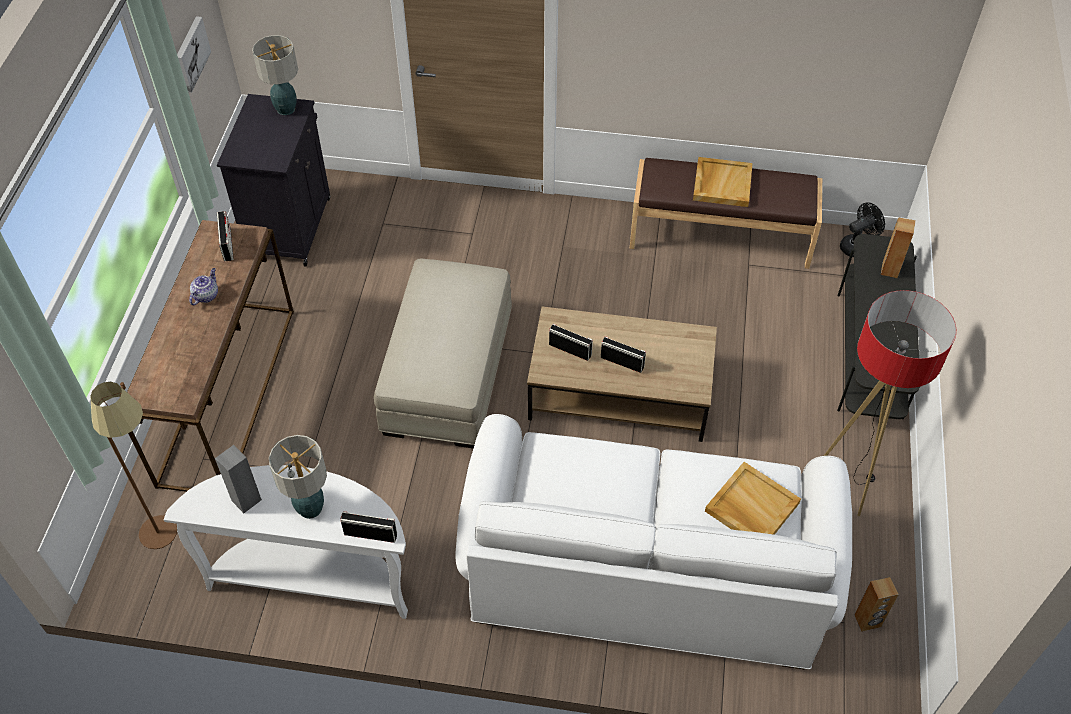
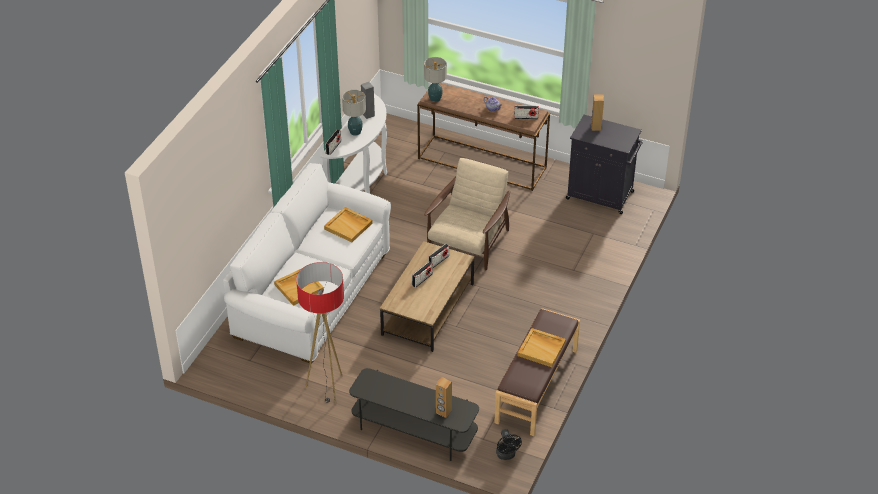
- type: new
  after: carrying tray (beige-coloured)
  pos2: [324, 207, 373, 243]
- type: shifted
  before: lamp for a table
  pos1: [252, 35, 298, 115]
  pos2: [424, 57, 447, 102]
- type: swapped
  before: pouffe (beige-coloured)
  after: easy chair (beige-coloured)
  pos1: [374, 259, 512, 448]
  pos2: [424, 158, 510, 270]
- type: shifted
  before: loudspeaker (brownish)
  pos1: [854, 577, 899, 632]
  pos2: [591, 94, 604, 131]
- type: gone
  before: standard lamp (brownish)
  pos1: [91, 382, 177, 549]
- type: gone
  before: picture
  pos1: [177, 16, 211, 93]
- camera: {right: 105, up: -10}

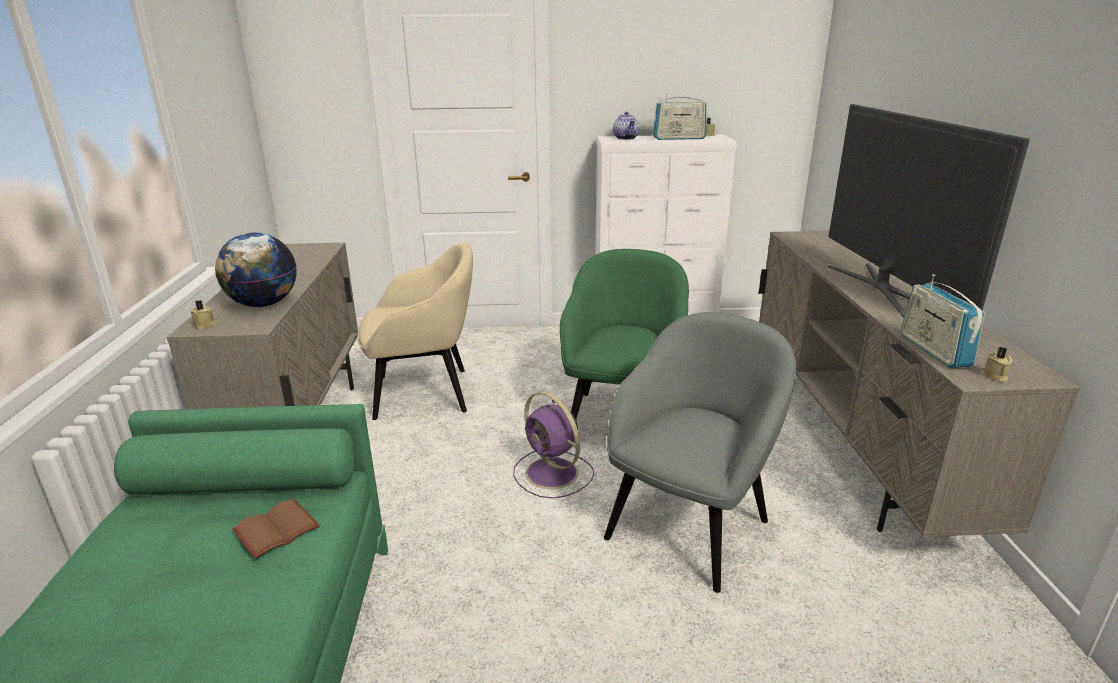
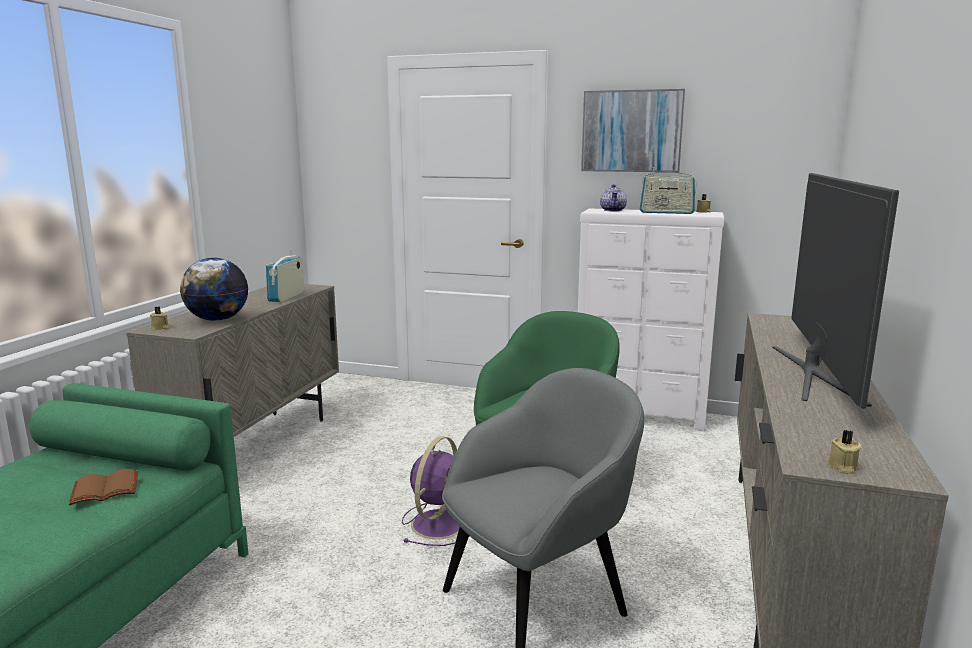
- type: shifted
  before: radio receiver
  pos1: [901, 274, 985, 368]
  pos2: [266, 249, 304, 302]
- type: rotated
  before: electric fan (purple)
  pos1: [513, 392, 594, 499]
  pos2: [402, 436, 470, 546]
  turn: -135
- type: new
  after: picture
  pos2: [581, 89, 685, 172]
- type: gone
  before: easy chair (beige-coloured)
  pos1: [358, 242, 473, 420]
- camera: {right: 20, up: -10}

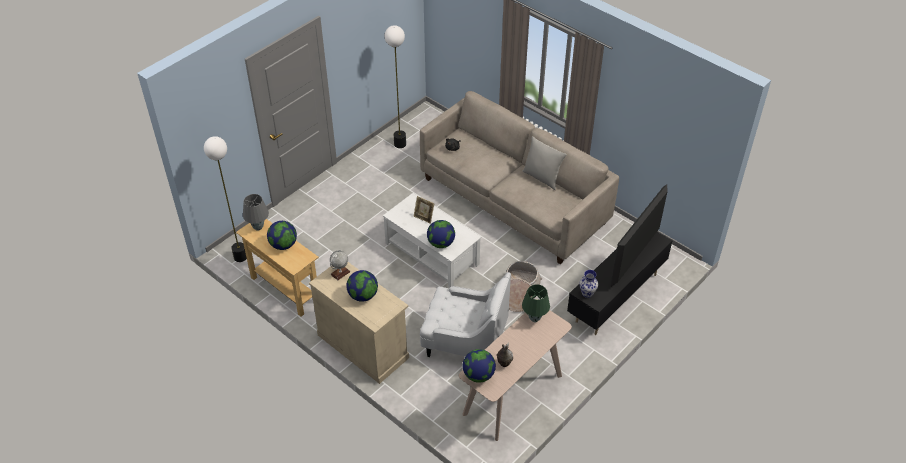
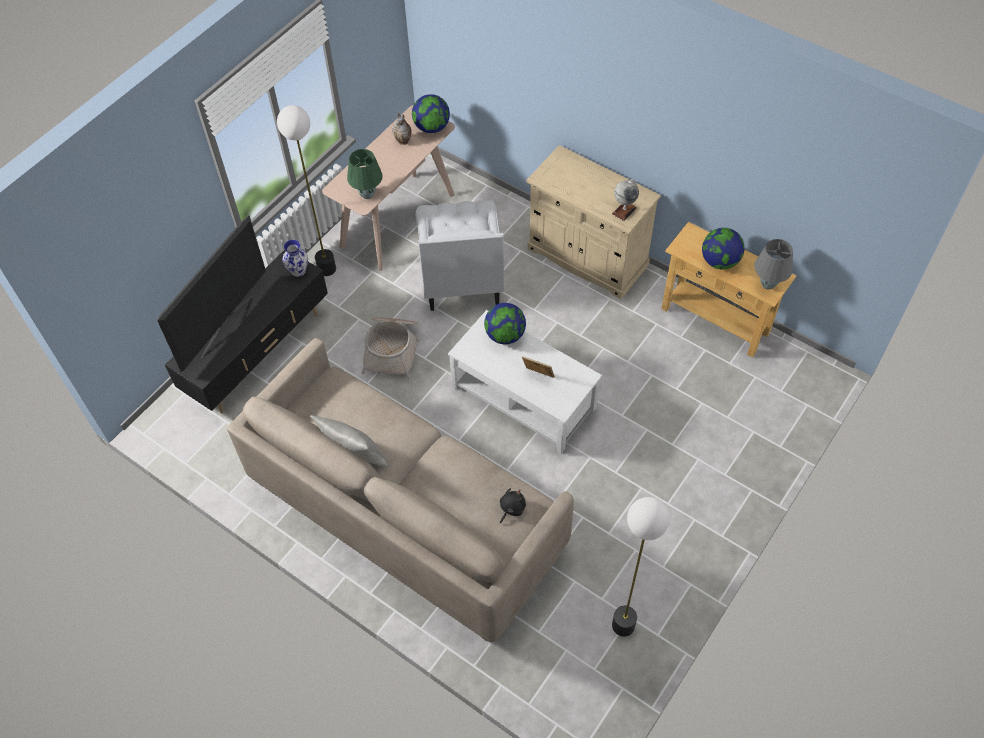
- type: shifted
  before: standard lamp
  pos1: [204, 136, 247, 262]
  pos2: [277, 105, 336, 276]
- type: rotated
  before: easy chair (whitish)
  pos1: [420, 272, 511, 357]
  pos2: [415, 200, 504, 311]
  turn: -105
- type: gone
  before: desk globe
  pos1: [346, 270, 378, 302]
- camera: {right: 175, up: 10}

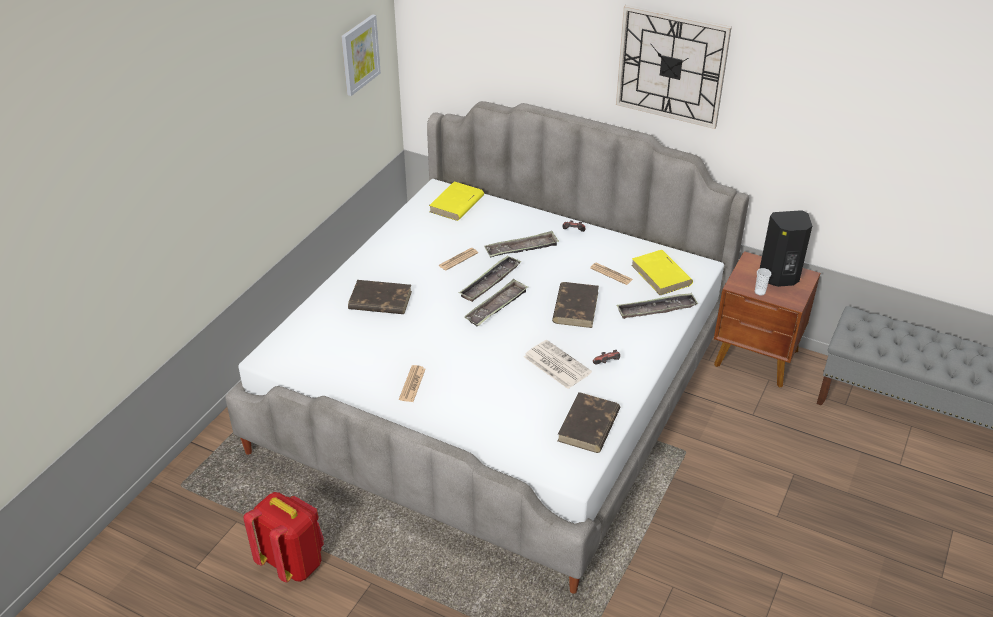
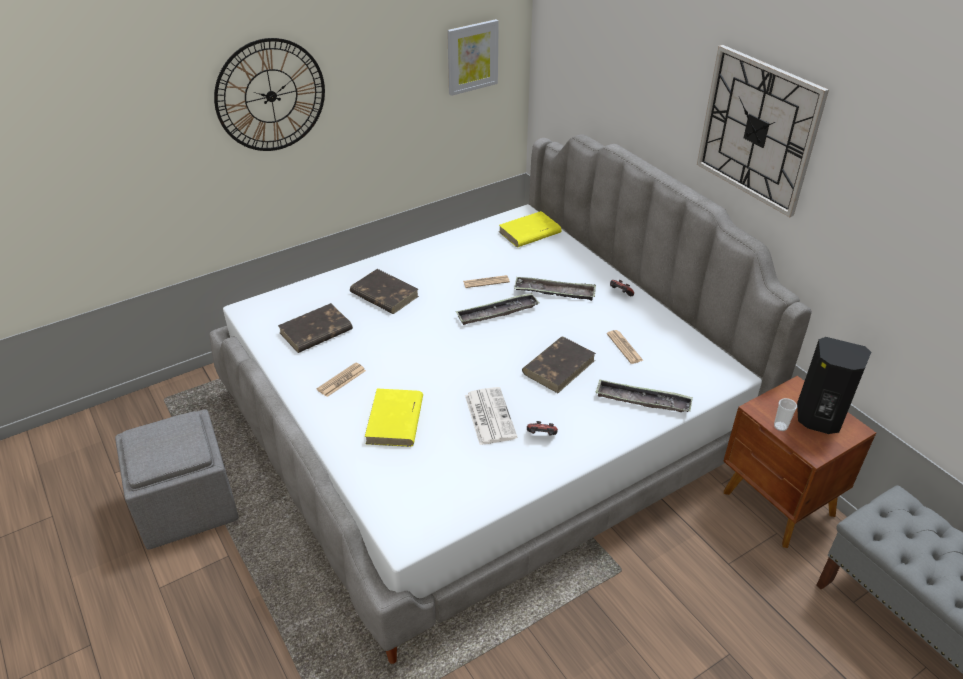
- type: swapped
  before: knapsack (red-coloured)
  after: pouffe (greyish)
  pos1: [243, 492, 324, 582]
  pos2: [115, 409, 239, 550]
- type: new
  after: clock on the wall
  pos2: [214, 38, 325, 151]
- type: shifted
  before: volume (brownish)
  pos1: [558, 392, 620, 453]
  pos2: [278, 303, 353, 353]
- type: shifted
  before: volume (yellowish)
  pos1: [631, 250, 693, 295]
  pos2: [365, 389, 423, 447]
- type: gone
  before: carrying tray
  pos1: [464, 279, 528, 326]
- camera: {right: 30, up: 0}

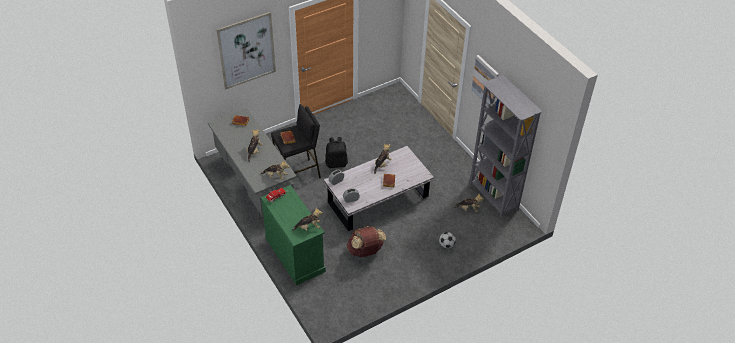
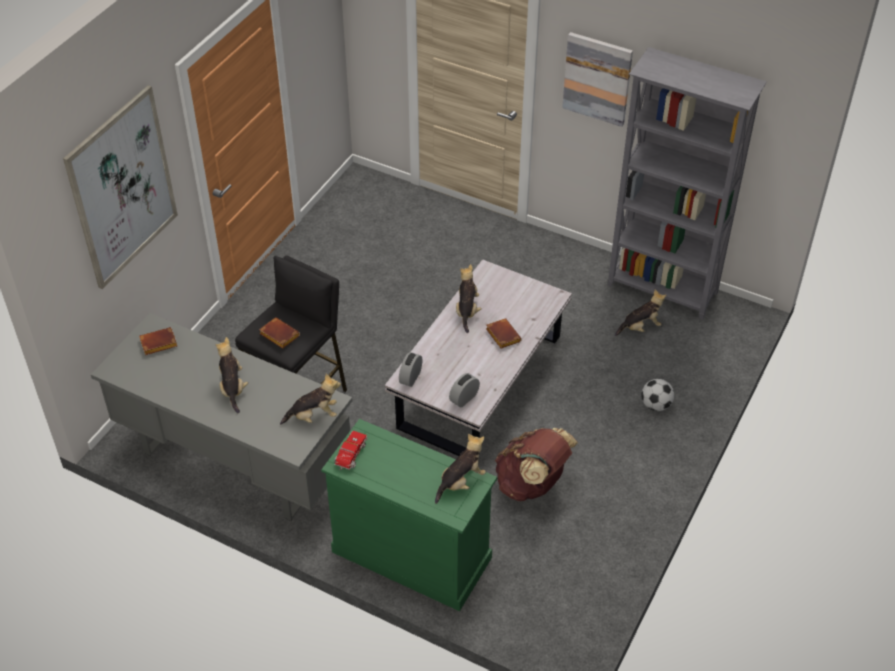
- type: gone
  before: knapsack (black-coloured)
  pos1: [325, 137, 348, 168]
- camera: {right: -30, up: 0}

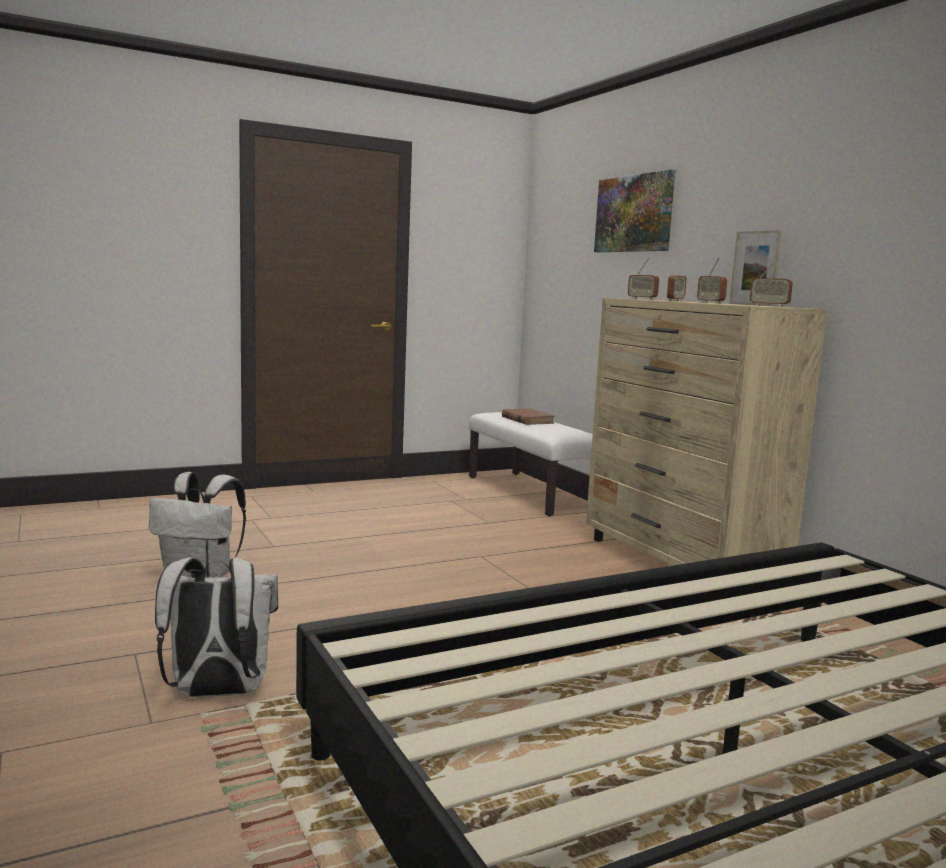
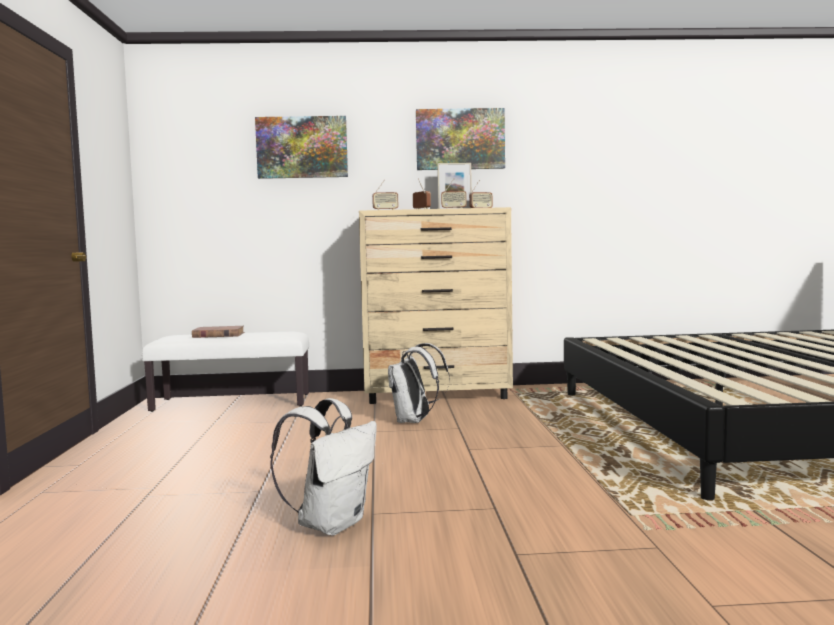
- type: shifted
  before: knapsack (whitish)
  pos1: [155, 557, 278, 697]
  pos2: [388, 343, 450, 423]
- type: new
  after: picture
  pos2: [416, 108, 505, 170]
- camera: {right: -65, up: -5}

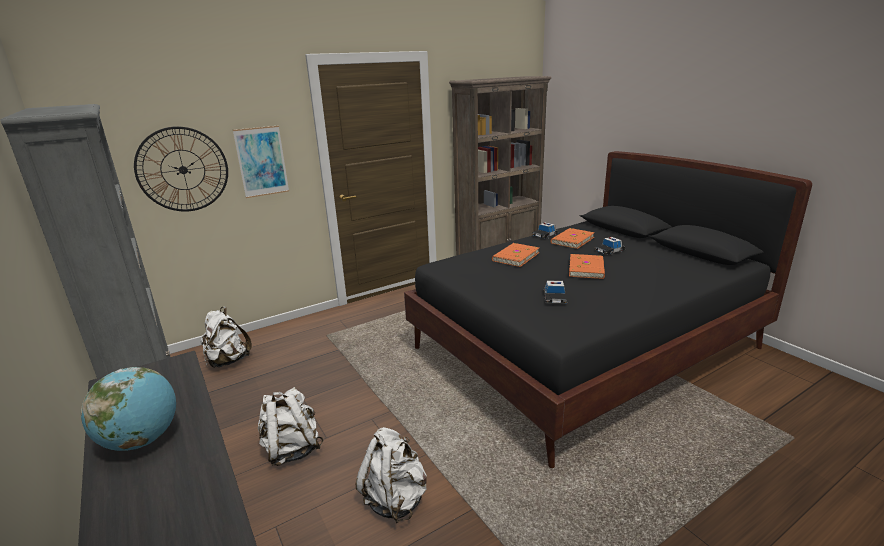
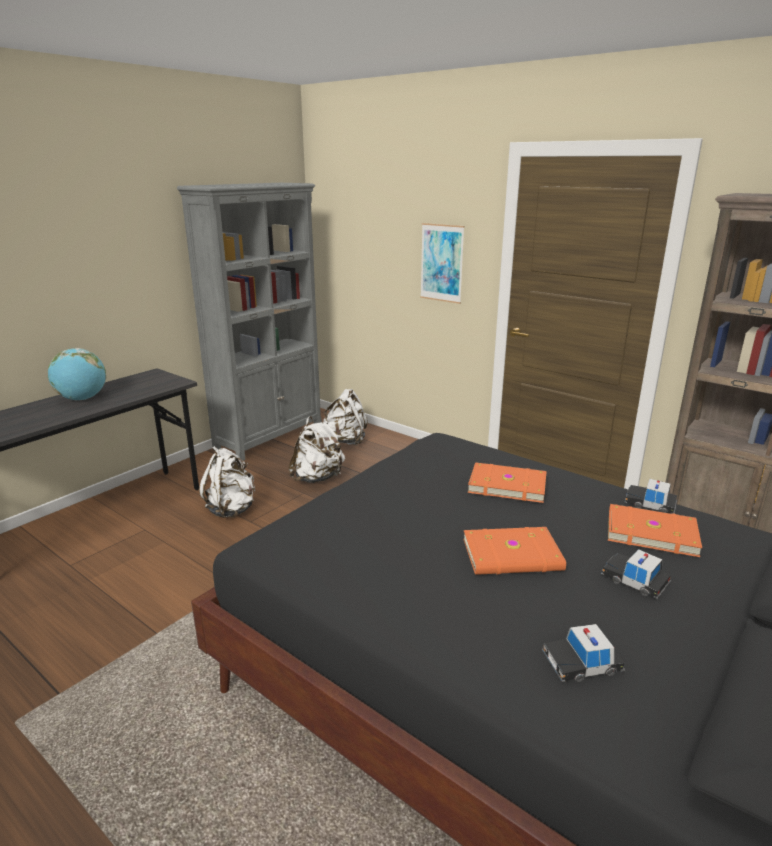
- type: shifted
  before: knapsack (whitish)
  pos1: [356, 427, 427, 523]
  pos2: [288, 416, 345, 483]
- type: shifted
  before: model car
  pos1: [543, 281, 567, 304]
  pos2: [542, 624, 626, 682]
- type: gone
  before: clock on the wall
  pos1: [134, 126, 228, 212]
- camera: {right: 70, up: 0}

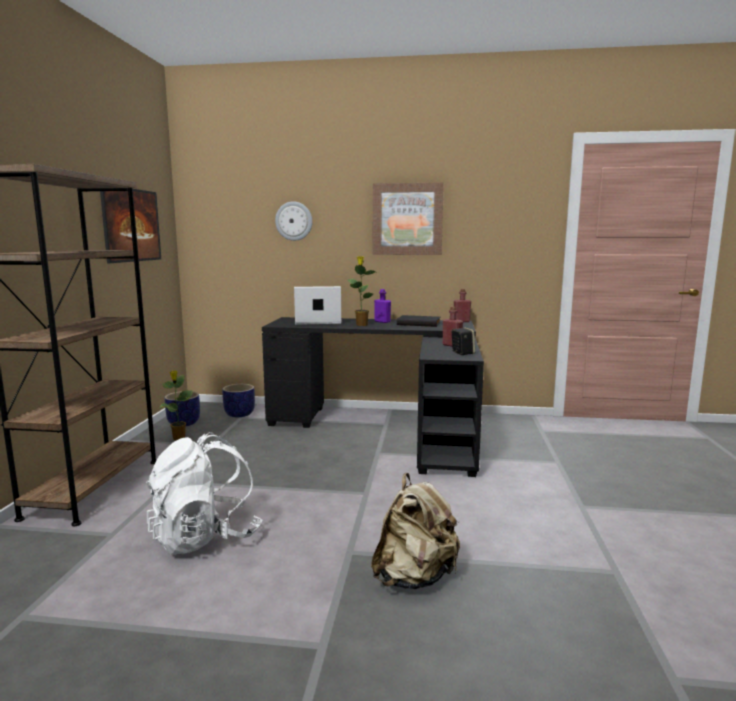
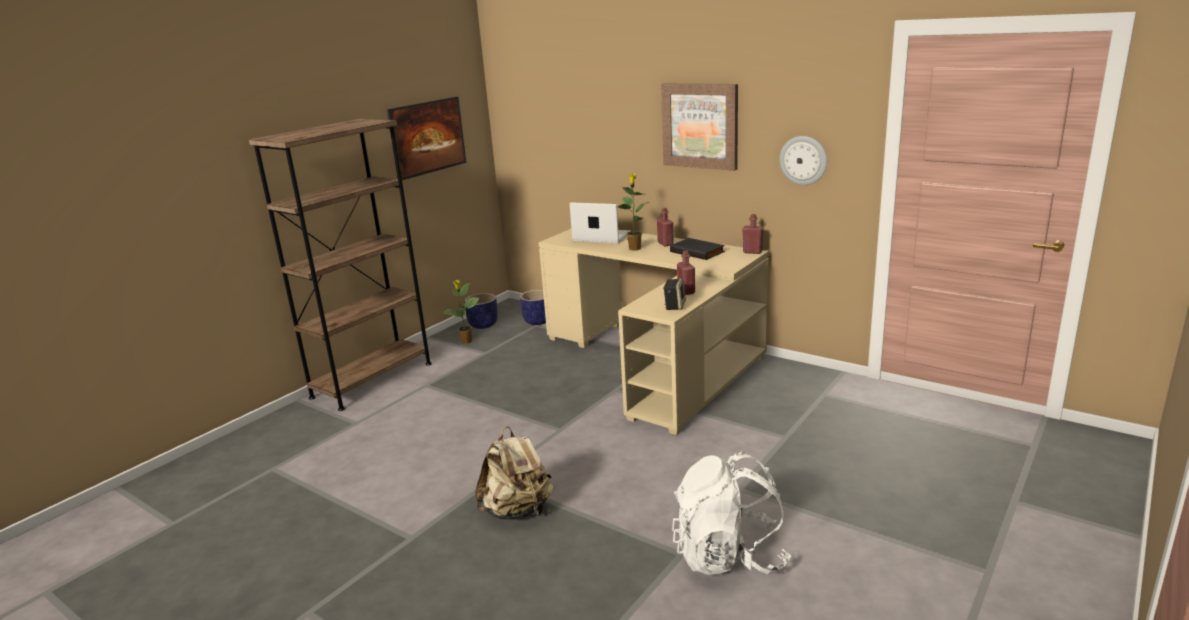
- type: repainted
  before: desk unit (black-coloured)
  after: desk unit (beige-coloured)
  pos1: [262, 317, 484, 477]
  pos2: [538, 229, 769, 435]
- type: repainted
  before: drink bottle (purple)
  after: drink bottle (red-coloured)
  pos1: [374, 289, 391, 323]
  pos2: [657, 208, 674, 246]
- type: shifted
  before: knapsack (whitish)
  pos1: [146, 432, 263, 554]
  pos2: [672, 452, 791, 575]
- type: shifted
  before: clock on the wall
  pos1: [275, 201, 312, 241]
  pos2: [779, 136, 827, 185]
- camera: {right: 30, up: 10}

